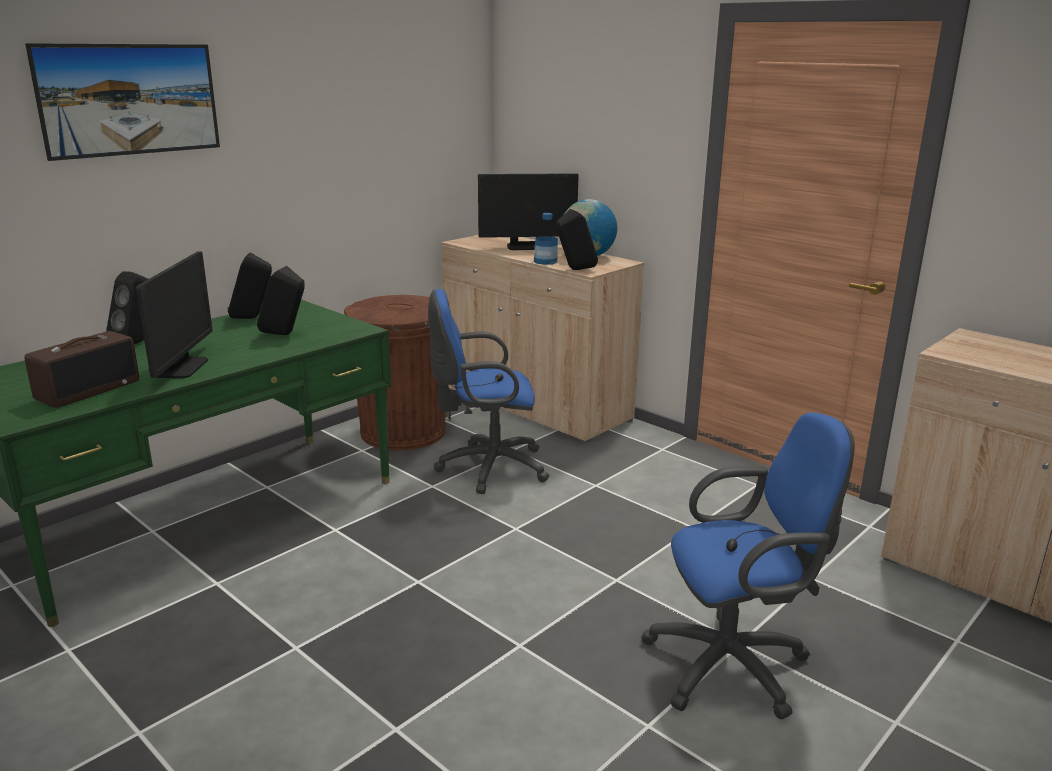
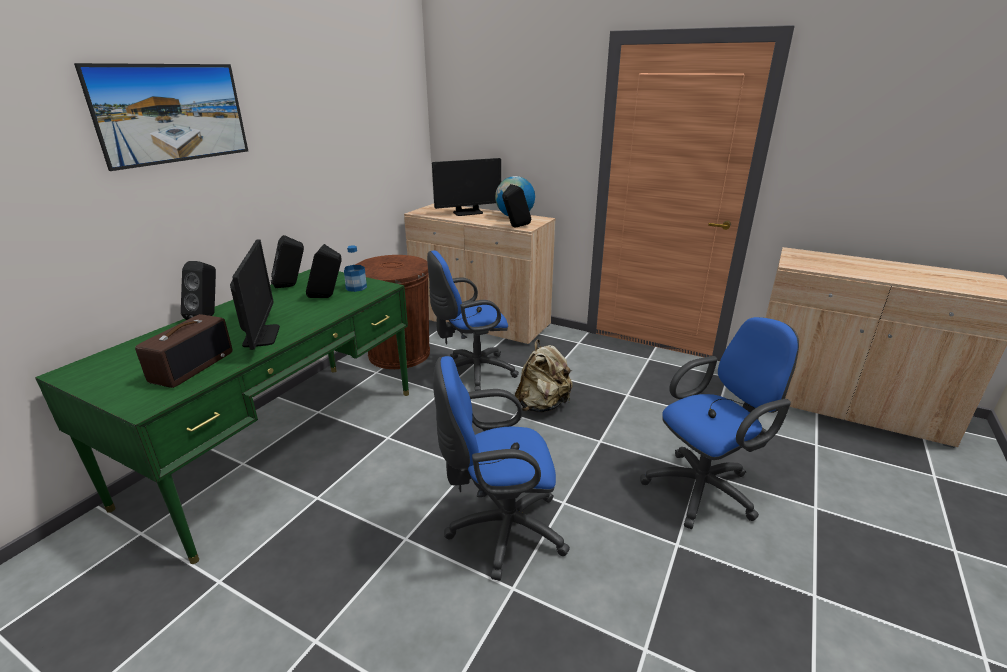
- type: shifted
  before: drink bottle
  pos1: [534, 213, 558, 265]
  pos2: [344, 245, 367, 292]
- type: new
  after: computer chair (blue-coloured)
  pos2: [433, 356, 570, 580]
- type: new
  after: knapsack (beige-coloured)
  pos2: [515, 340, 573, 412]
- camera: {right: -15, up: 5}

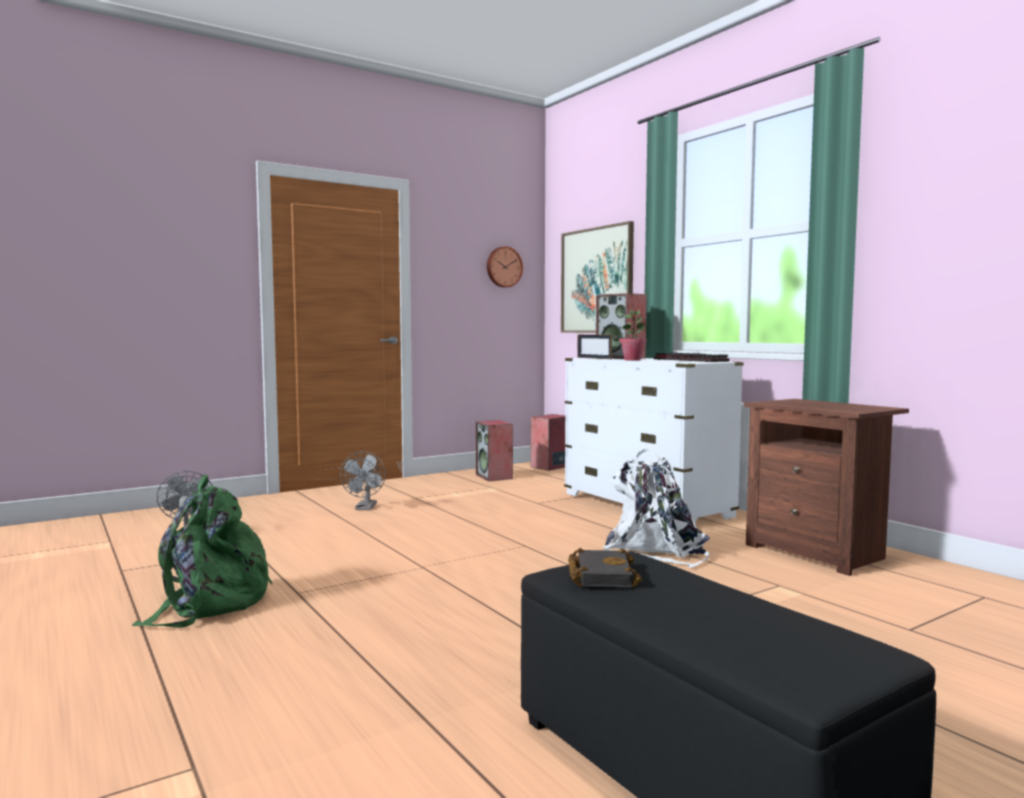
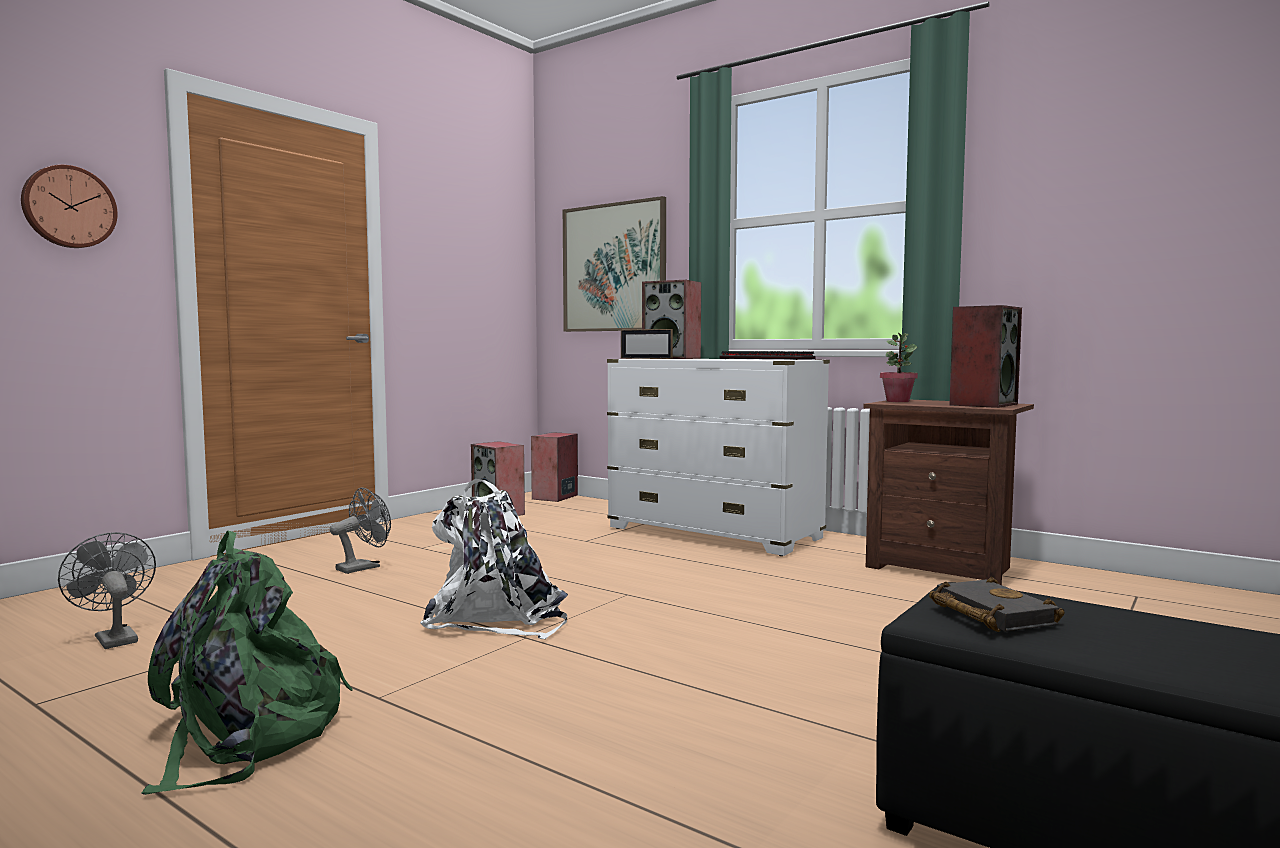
- type: shifted
  before: clock on the wall
  pos1: [487, 246, 523, 288]
  pos2: [21, 165, 118, 248]
- type: rotated
  before: electric fan (greyish)
  pos1: [340, 451, 386, 510]
  pos2: [330, 487, 391, 574]
  turn: -120
- type: shifted
  before: knapsack (whitish)
  pos1: [603, 449, 710, 568]
  pos2: [420, 479, 568, 639]
- type: shifted
  before: potted plant
  pos1: [619, 310, 646, 361]
  pos2: [880, 333, 918, 402]
- type: new
  after: loudspeaker
  pos2: [949, 305, 1022, 408]
- camera: {right: -20, up: 0}

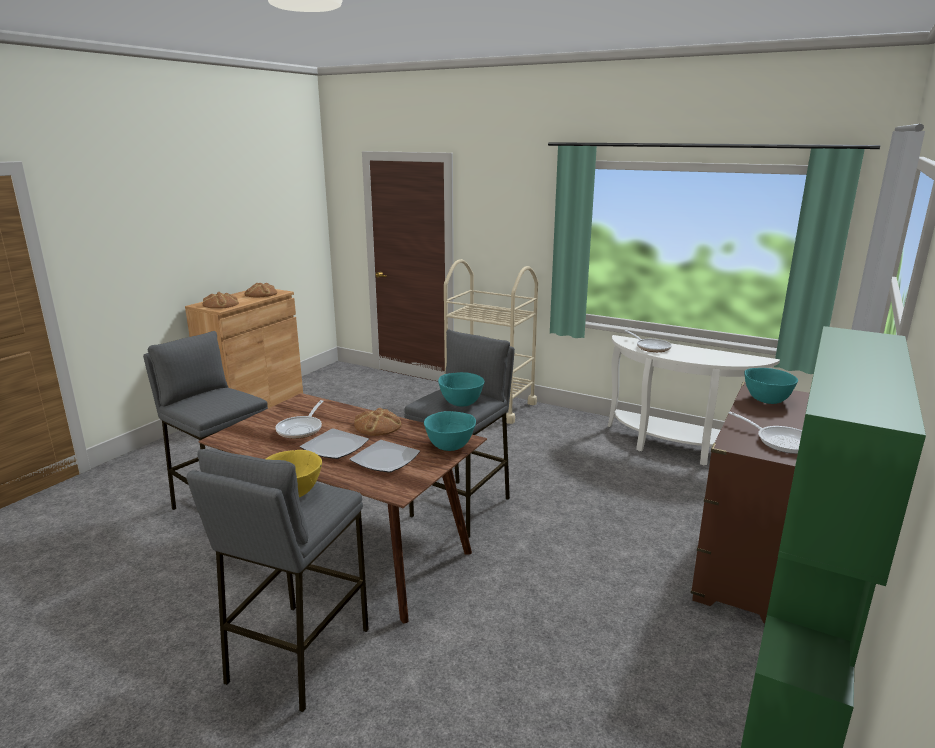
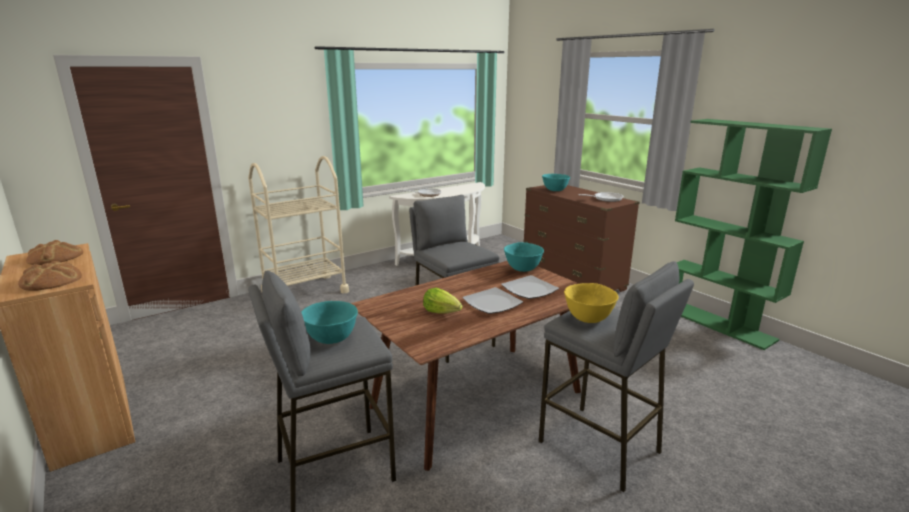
- type: shifted
  before: deep dish (turquoise-coloured)
  pos1: [438, 372, 485, 407]
  pos2: [301, 301, 358, 344]
- type: swapped
  before: frying pan
  after: head of lettuce
  pos1: [276, 400, 323, 439]
  pos2: [423, 288, 463, 314]
- type: gone
  before: baked bread
  pos1: [354, 408, 402, 436]
- camera: {right: -65, up: 0}

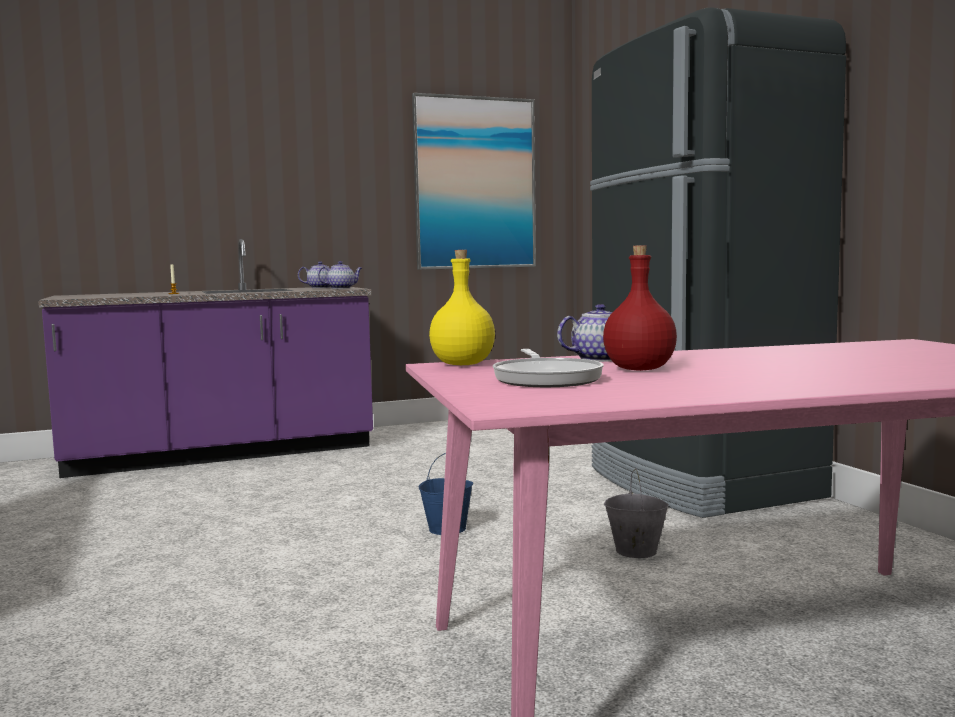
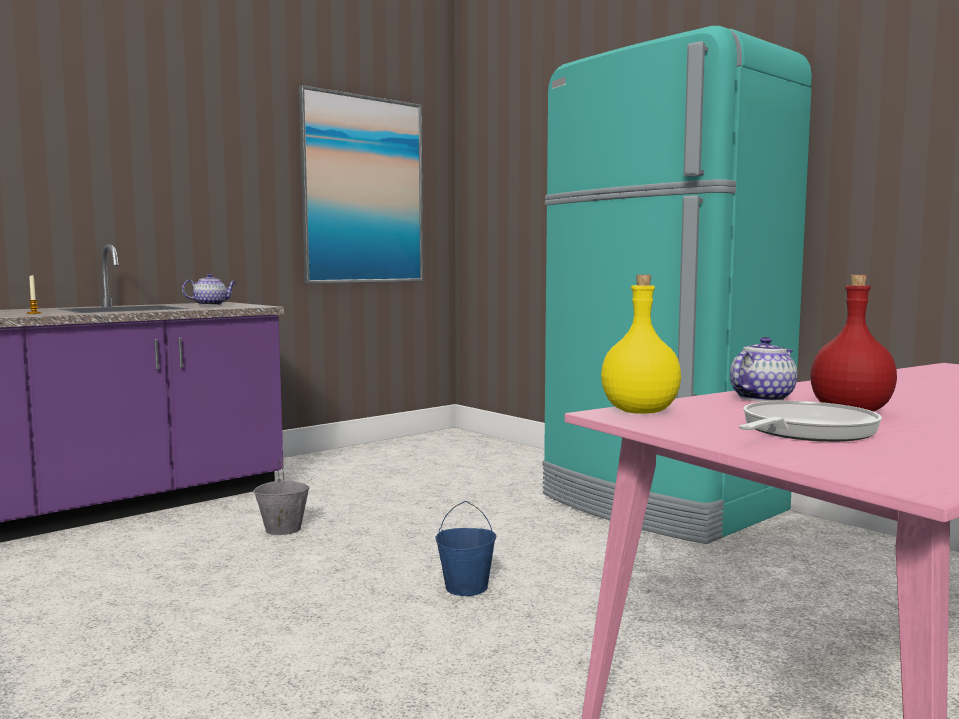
- type: shifted
  before: bucket (greyish)
  pos1: [604, 468, 669, 558]
  pos2: [253, 458, 310, 535]
- type: repainted
  before: kitchen fridge (black-coloured)
  after: kitchen fridge (turquoise-coloured)
  pos1: [590, 7, 846, 518]
  pos2: [542, 26, 812, 544]
- type: rotated
  before: frying pan
  pos1: [493, 349, 604, 387]
  pos2: [739, 401, 882, 442]
  turn: -105
- type: gone
  before: teapot
  pos1: [318, 261, 362, 289]
- camera: {right: -20, up: 0}

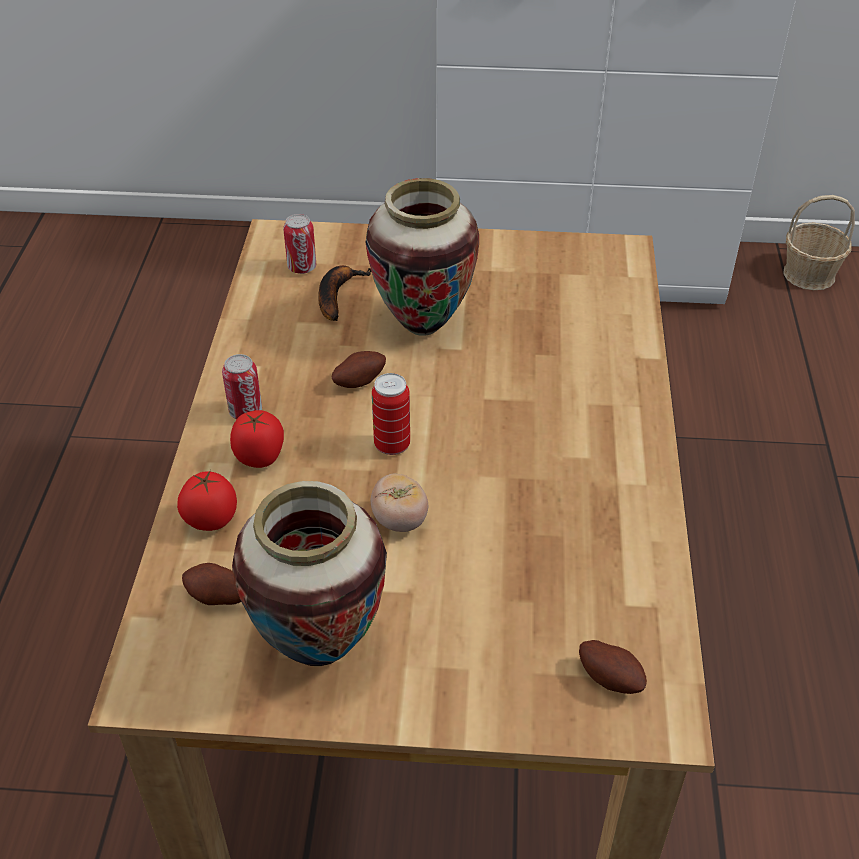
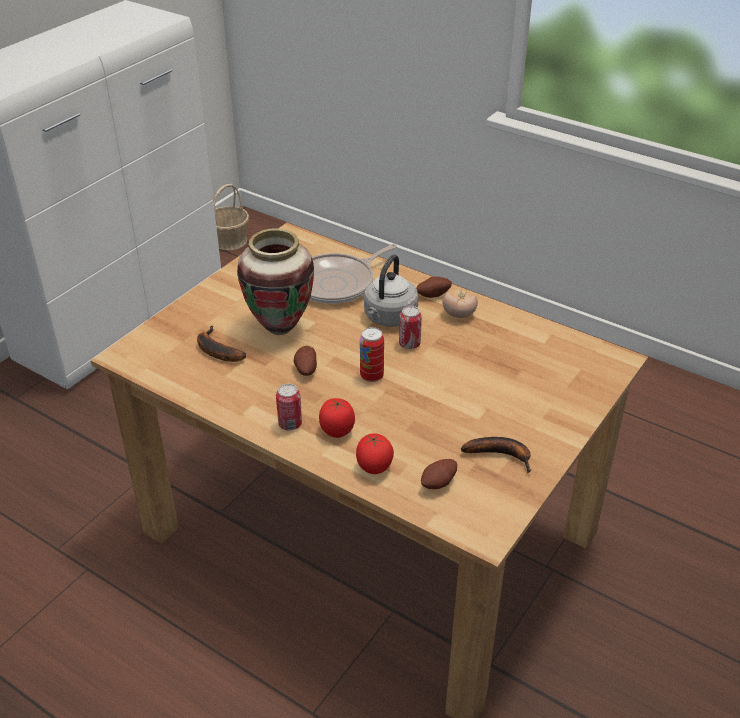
- type: new
  after: frying pan
  pos2: [310, 244, 397, 304]
- type: new
  after: kettle (greyish)
  pos2: [364, 254, 418, 327]
- type: shifted
  before: sealed can
  pos1: [283, 214, 316, 274]
  pos2: [399, 306, 422, 349]
- type: shifted
  before: whole potato
  pos1: [579, 640, 647, 694]
  pos2: [416, 277, 452, 298]
- type: shifted
  before: fresh tomato
  pos1: [371, 473, 428, 532]
  pos2: [442, 289, 478, 318]
- type: swapped
  before: vase
  after: banana
  pos1: [232, 481, 387, 666]
  pos2: [461, 437, 531, 473]
- camera: {right: -60, up: -5}

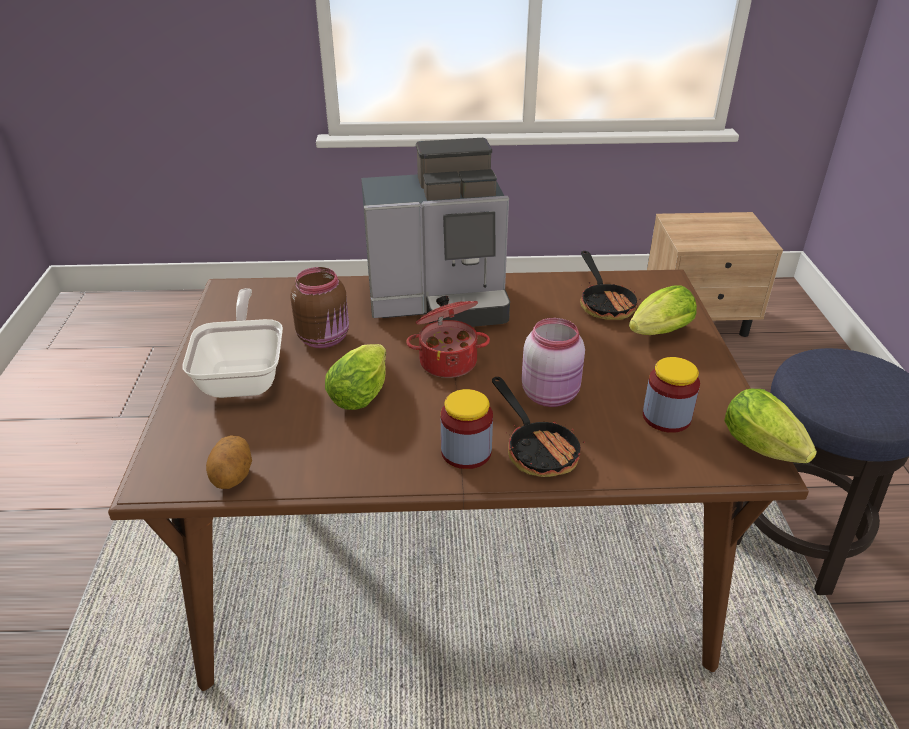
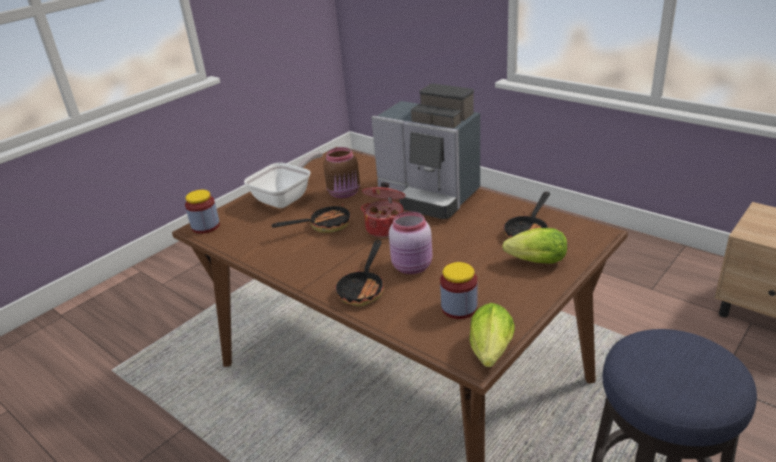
- type: shifted
  before: jar
  pos1: [441, 389, 493, 469]
  pos2: [185, 190, 220, 234]
- type: swapped
  before: head of lettuce
  after: frying pan
  pos1: [325, 344, 386, 410]
  pos2: [272, 199, 351, 233]
- type: gone
  before: whole potato
  pos1: [206, 435, 252, 489]
- camera: {right: 45, up: -5}

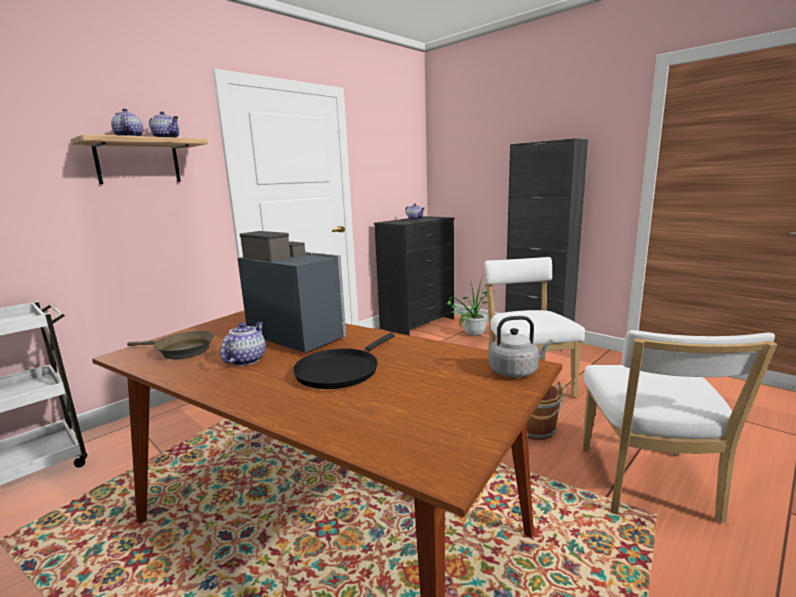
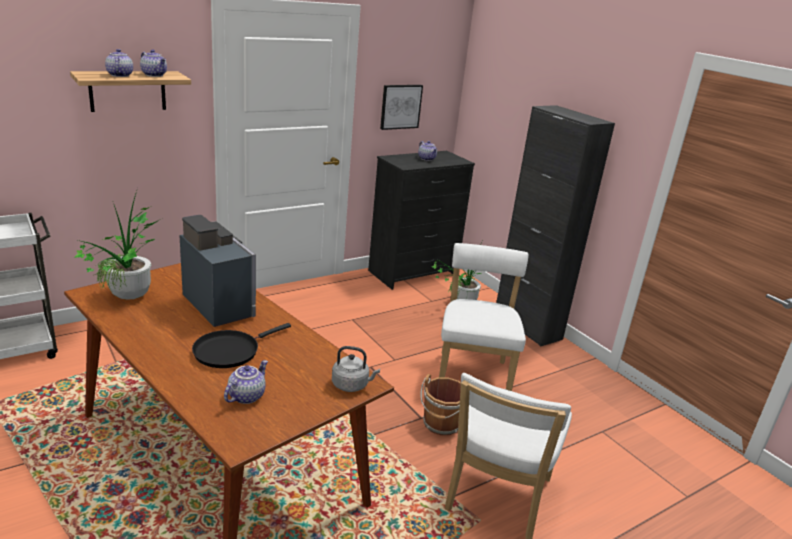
- type: swapped
  before: frying pan (brownish)
  after: potted plant
  pos1: [127, 331, 214, 359]
  pos2: [75, 191, 159, 300]
- type: shifted
  before: teapot
  pos1: [220, 322, 266, 366]
  pos2: [224, 360, 268, 404]
- type: new
  after: picture
  pos2: [380, 85, 423, 130]
- camera: {right: 10, up: 10}

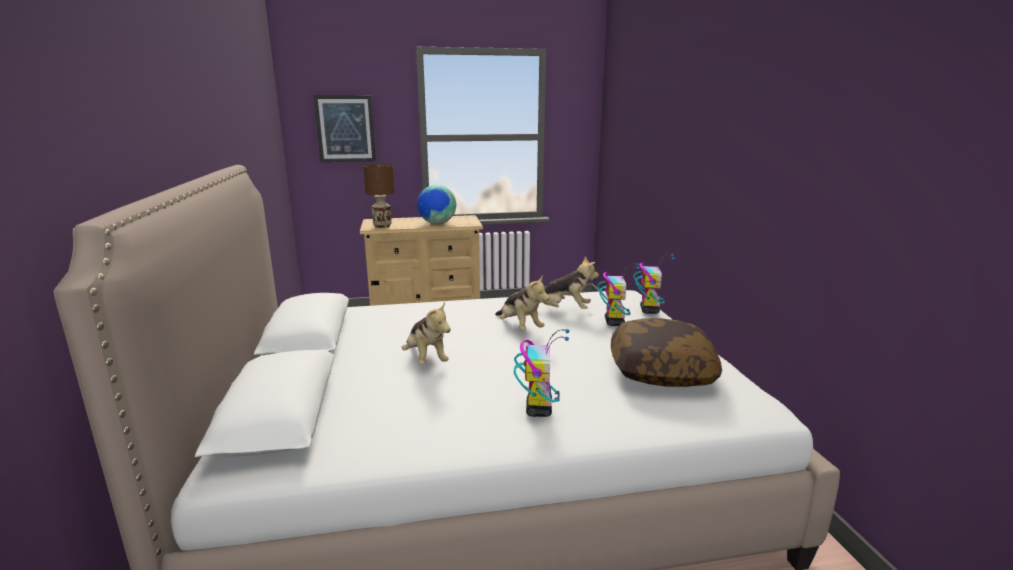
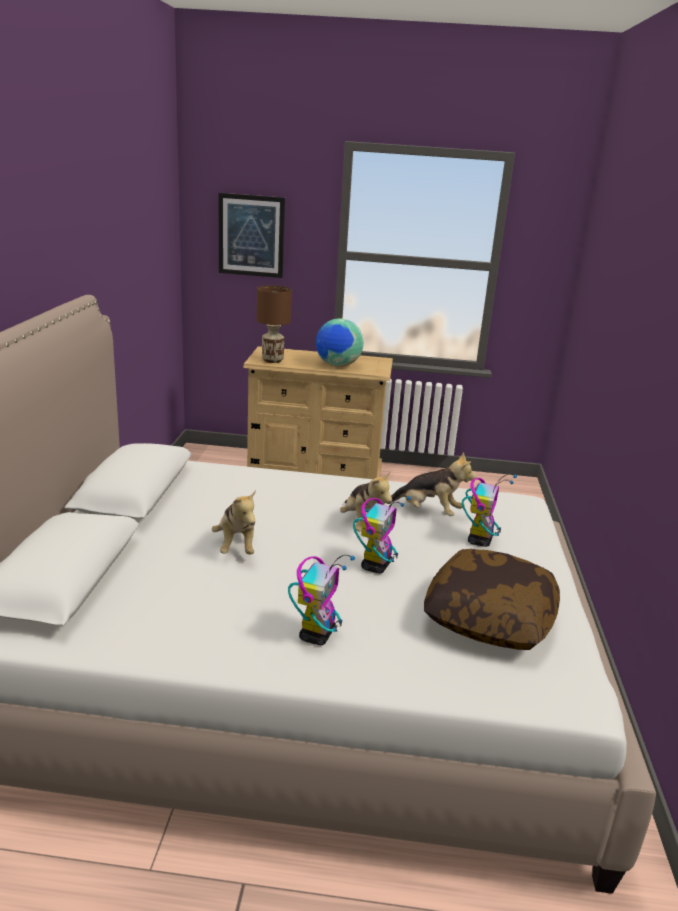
- type: shifted
  before: robot figure
  pos1: [633, 254, 675, 314]
  pos2: [353, 495, 411, 573]
- camera: {right: 15, up: 5}

